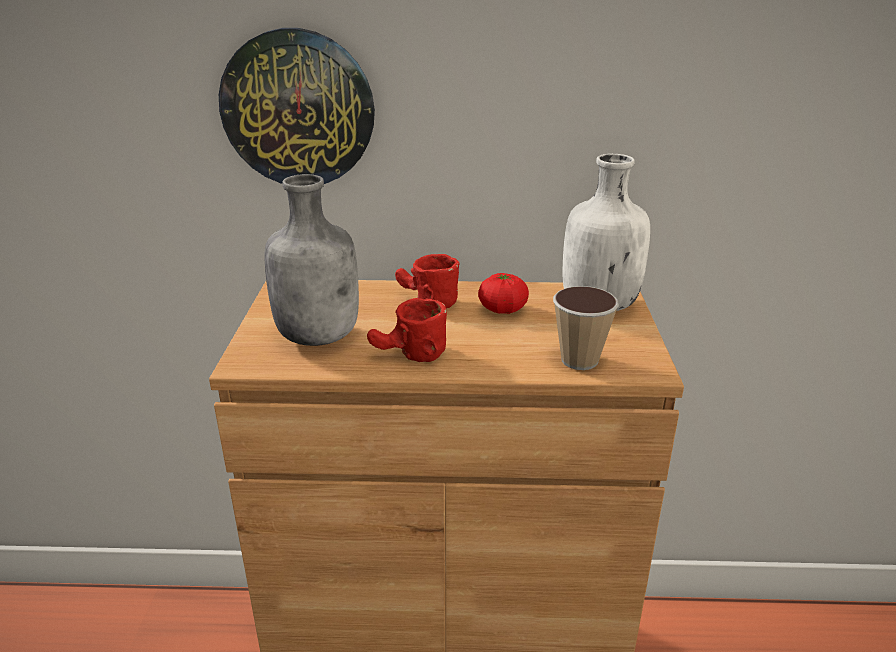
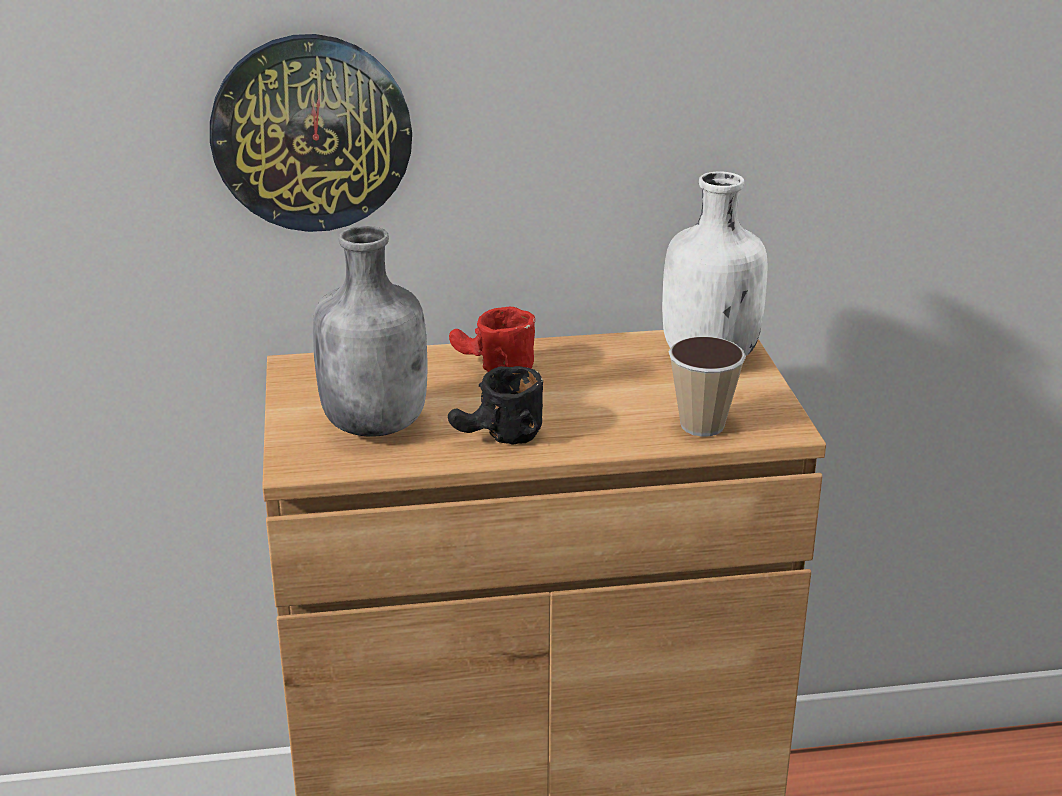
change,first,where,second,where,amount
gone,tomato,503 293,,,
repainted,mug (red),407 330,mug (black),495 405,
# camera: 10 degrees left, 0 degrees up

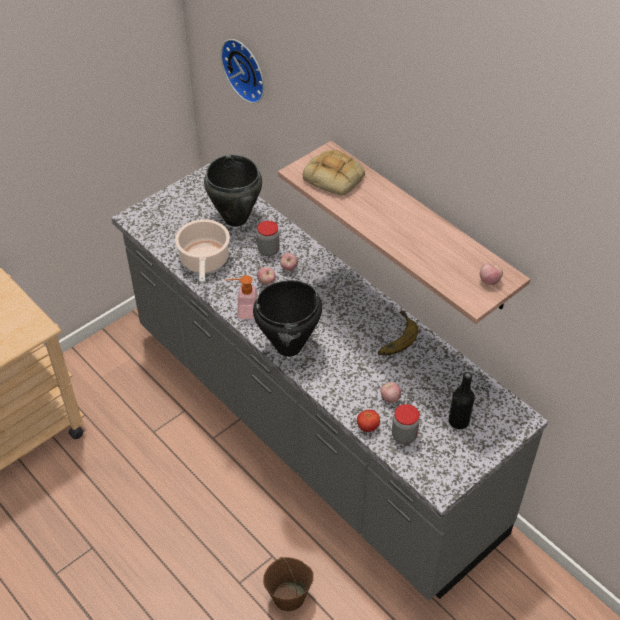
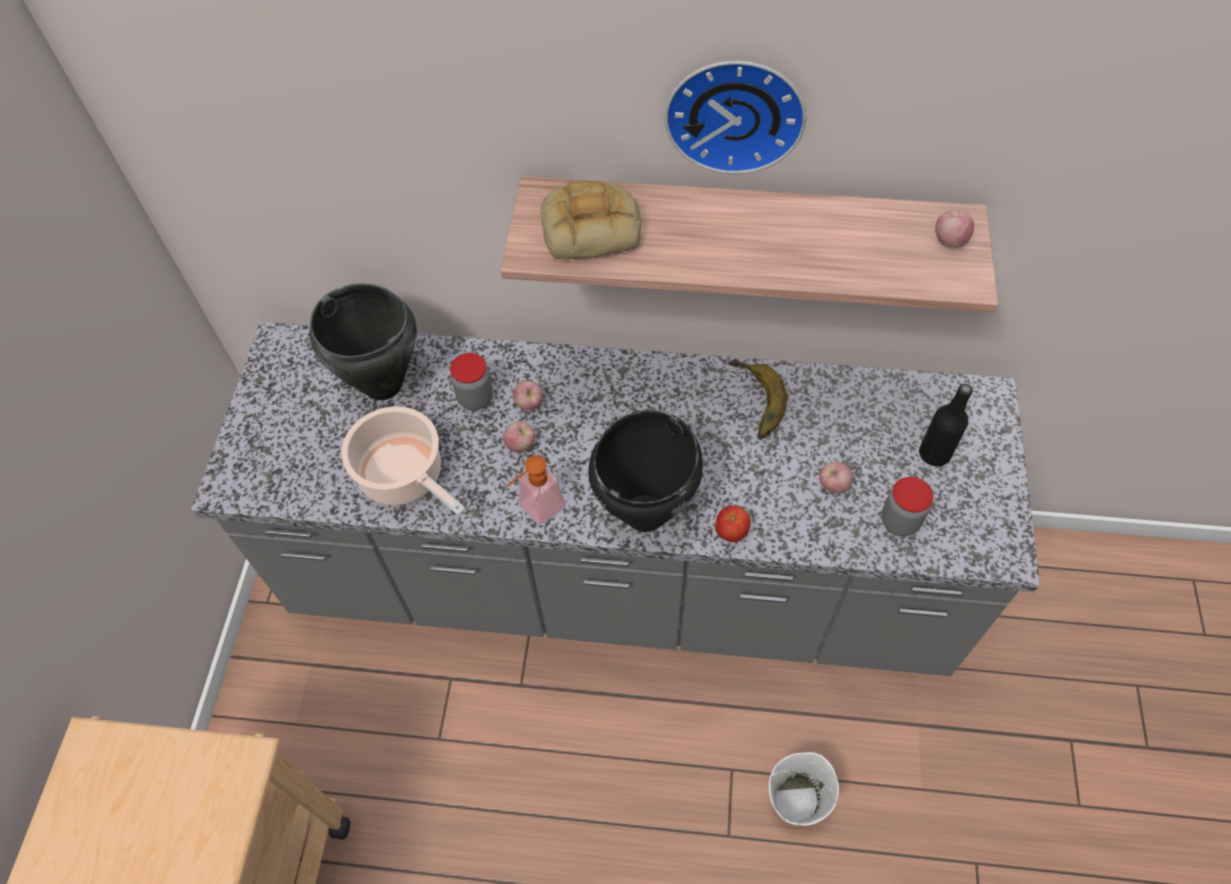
change,first,where,second,where,amount
shifted,wall clock,242 71,,735 117,
shifted,tomato,368 421,,733 523,
repainted,bucket (brown),288 584,bucket (white),803 789,
# camera: 40 degrees left, 10 degrees up

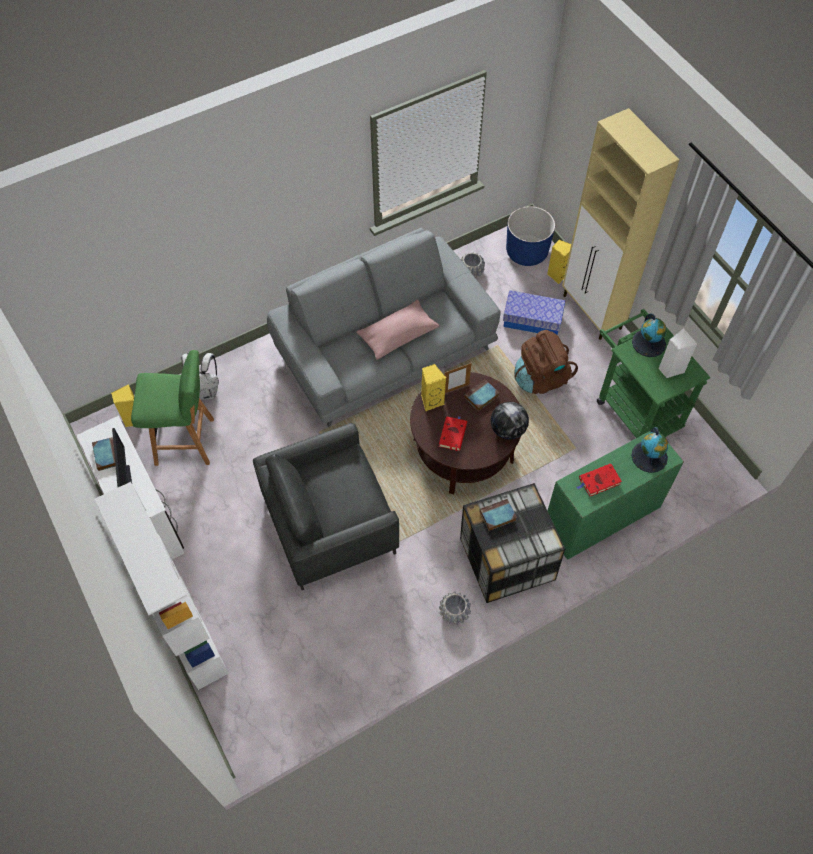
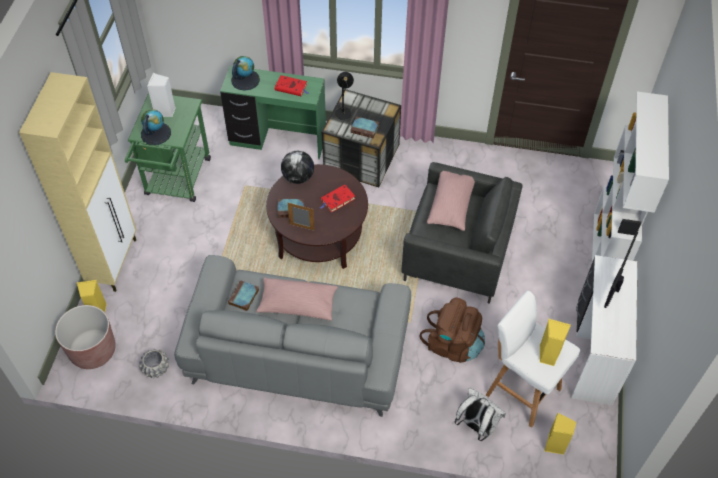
change,first,where,second,where,amount
gone,planter (grey),455 608,,,
gone,storage box,534 312,,,
new,,,table lamp (black),344 96,
new,,,pillow (pink),451 201,
shifted,book,104 454,,243 295,
shifted,speaker (yellow),433 387,,555 342,
shifted,backpack (brown),546 362,,452 330,
repainted,stool (green),172 408,stool (white),533 359,
repainted,planter (blue),530 236,planter (brown),85 337,
# camera: 140 degrees left, 5 degrees down

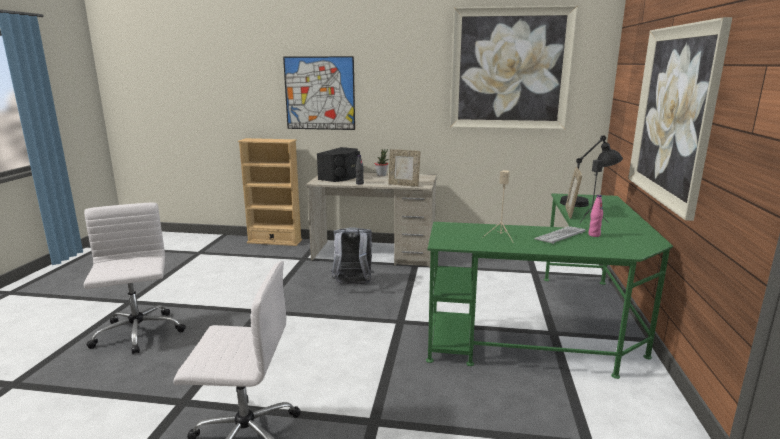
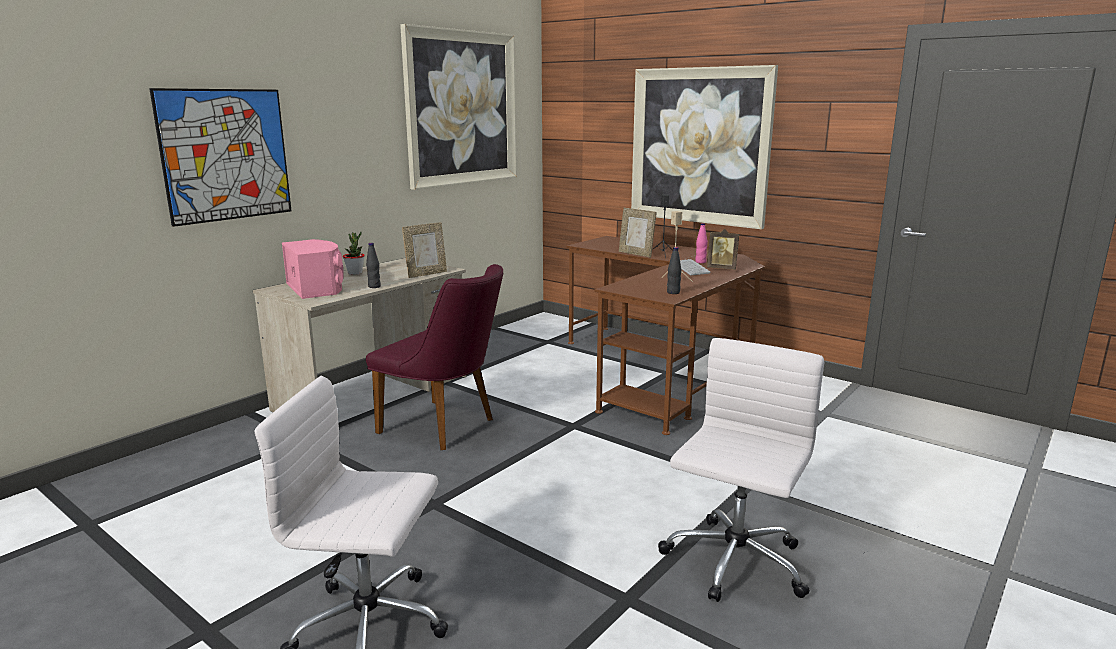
change,first,where,second,where,amount
gone,bookcase (beige),270 192,,,
gone,table lamp (black),591 171,,,
new,,,bottle (black),674 270,
new,,,picture frame,723 249,
swapped,backpack (grey),352 255,chair (purple),434 357,
repainted,speaker (black),338 164,speaker (pink),313 269,
repainted,desk (green),549 286,desk (brown),666 335,
# camera: 60 degrees left, 0 degrees up

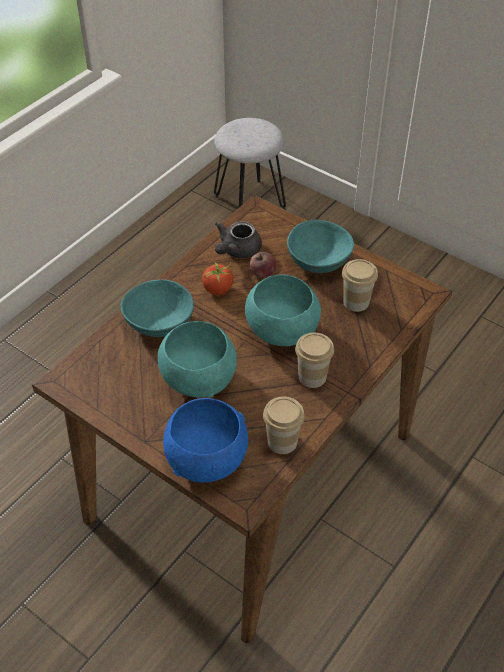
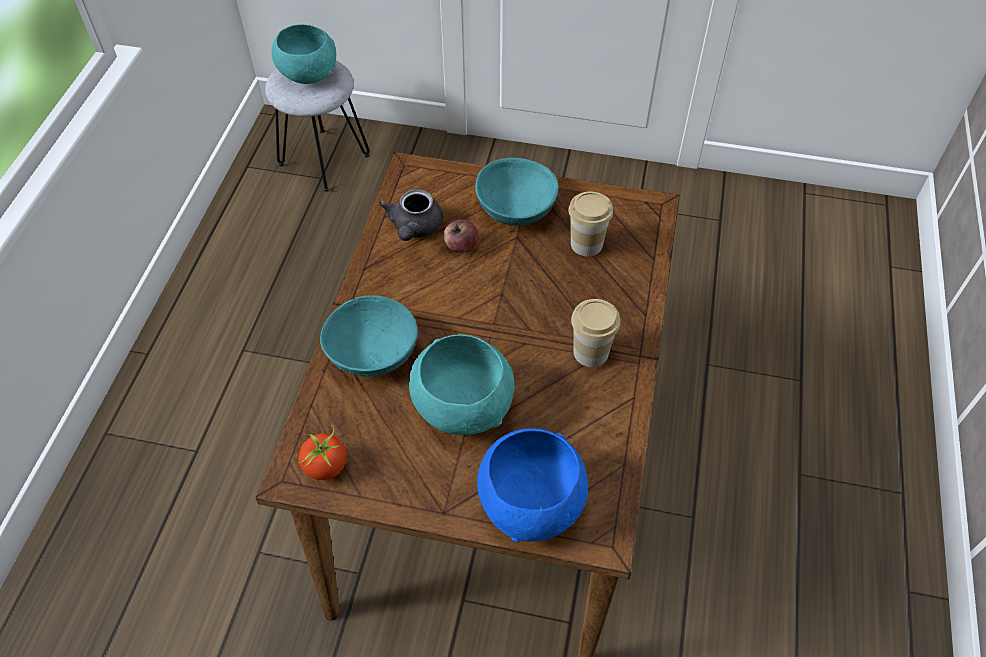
change,first,where,second,where,amount
gone,cup,283 425,,,
shifted,tomato,218 278,,322 452,
shifted,bowl (turquoise),283 310,,304 54,
# camera: 25 degrees left, 5 degrees up

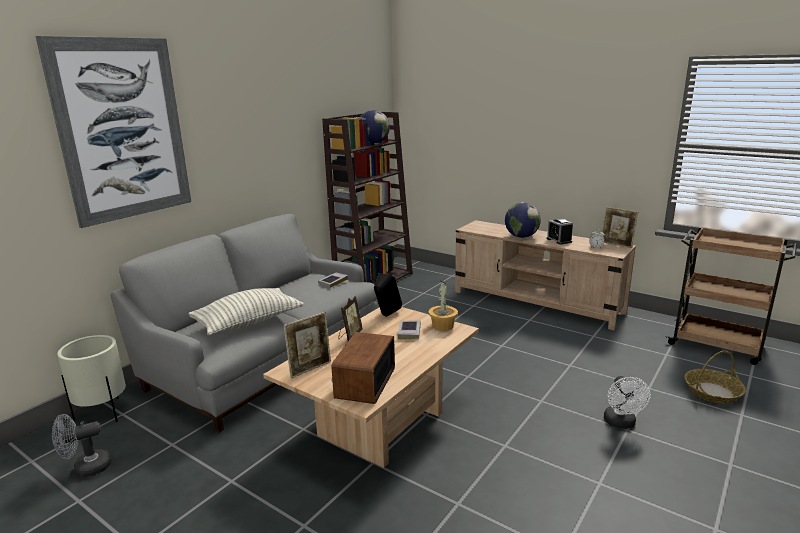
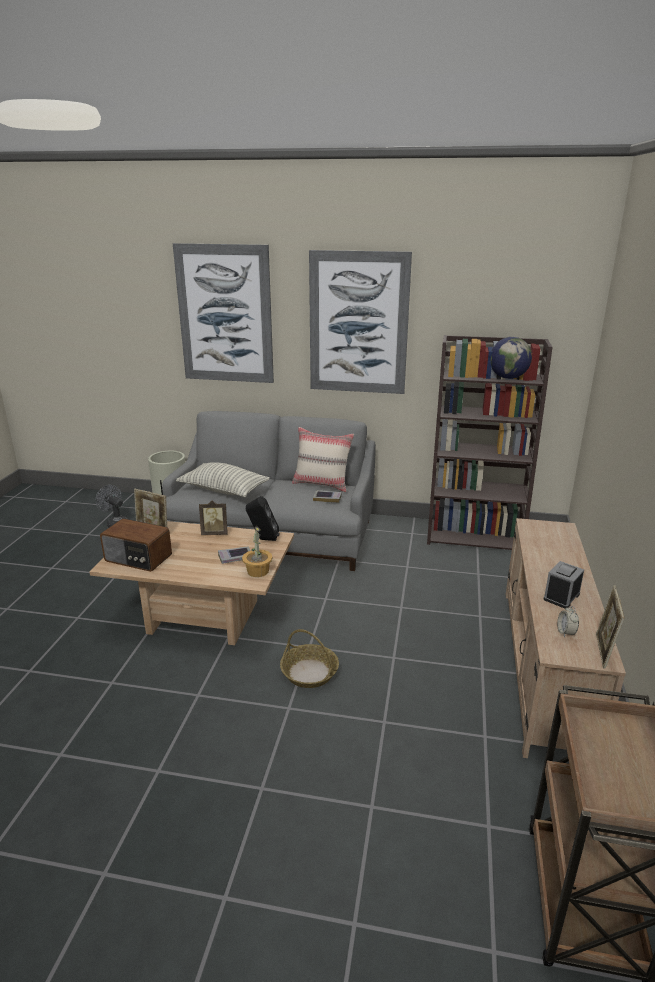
change,first,where,second,where,amount
gone,globe,523 220,,,
gone,fan (white),627 402,,,
new,,,pillow (beige),323 459,
new,,,picture,360 322,
shifted,basket,715 377,,309 658,
rotated,radio,363 368,,136 545,150 degrees counterclockwise
# camera: 65 degrees right, 5 degrees up

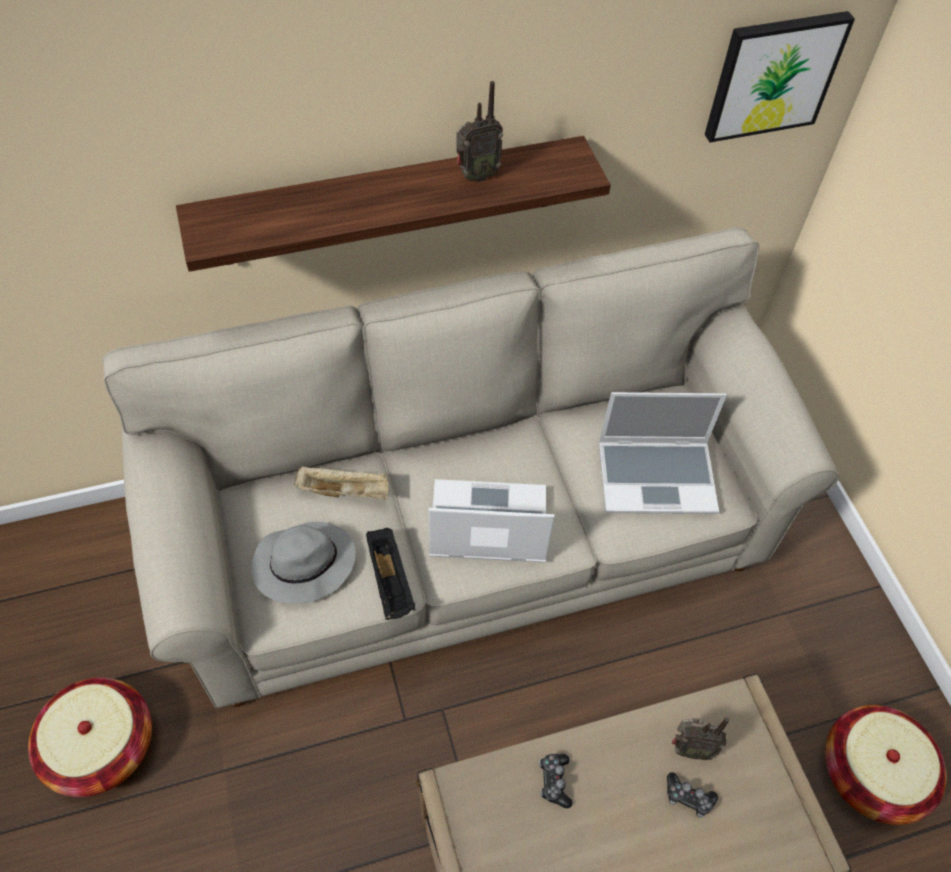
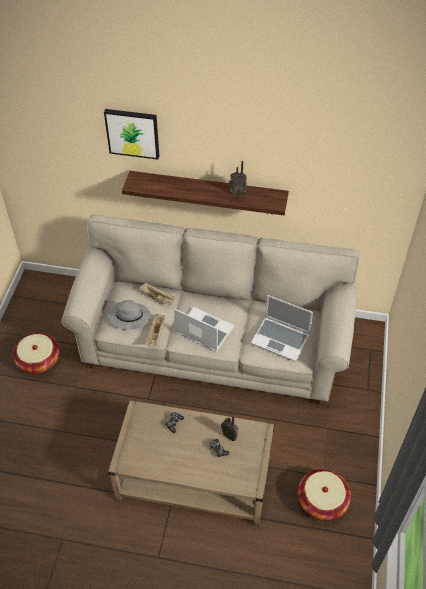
change,first,where,second,where,amount
shifted,picture,779 76,,131 134,
repainted,tray (black),390 574,tray (beige),155 330,
# camera: 30 degrees right, 5 degrees down

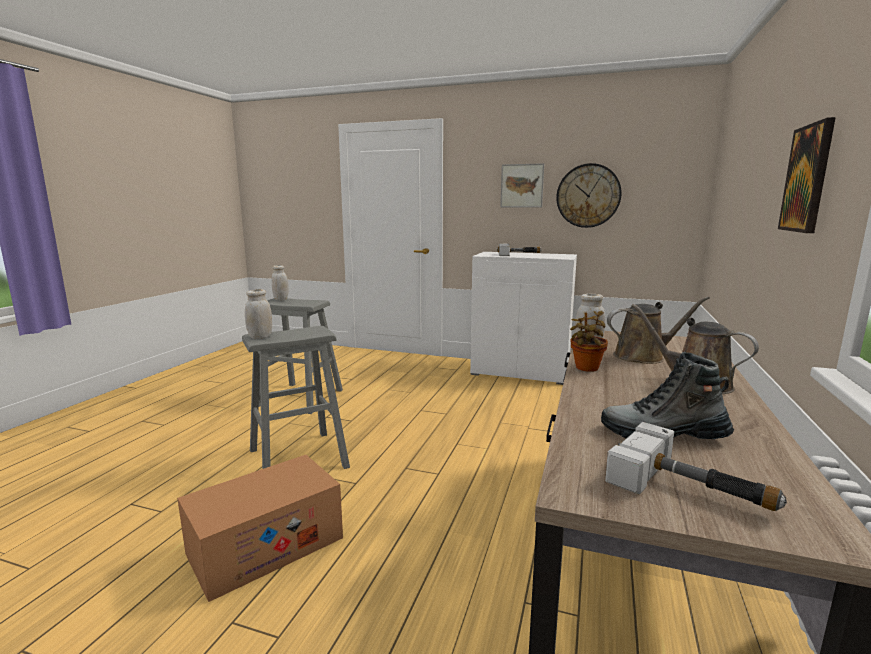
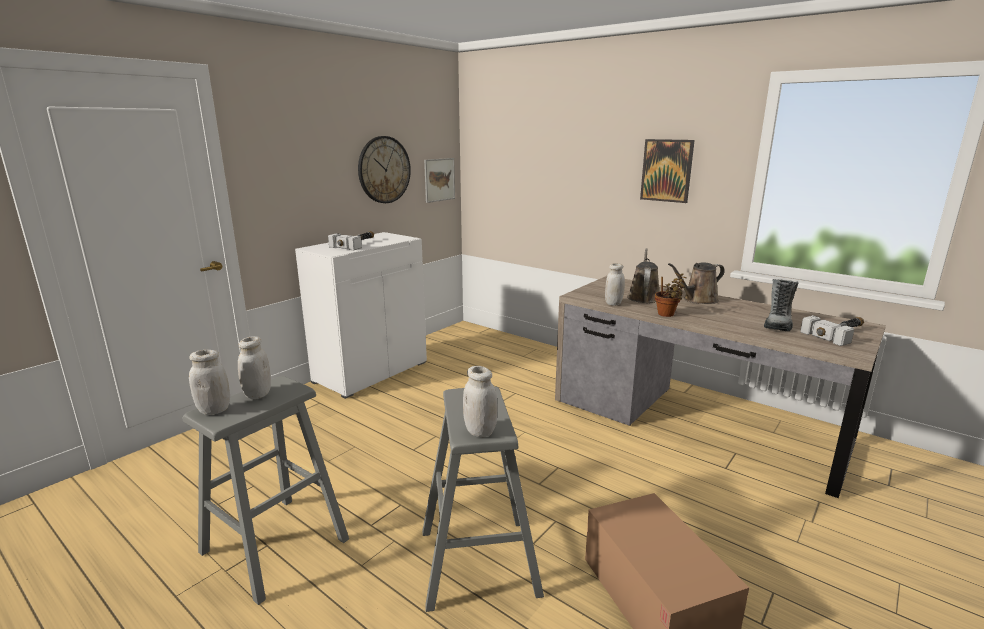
change,first,where,second,where,amount
new,,,jar (white),254 367,
shifted,picture,522 185,,439 180,
# camera: 70 degrees left, 5 degrees up

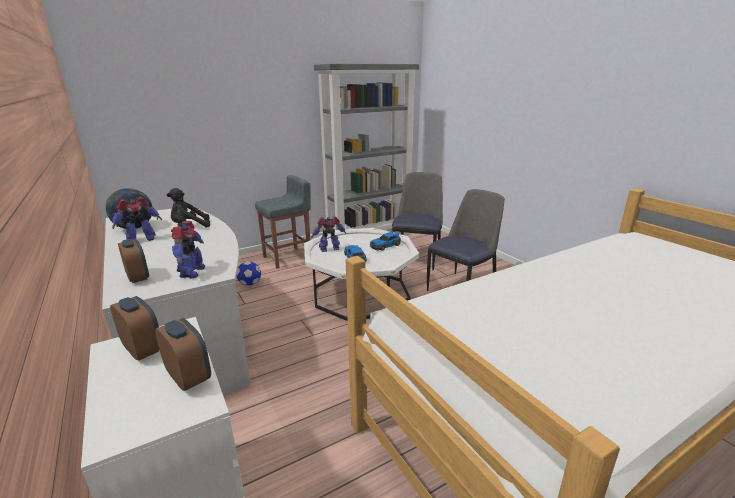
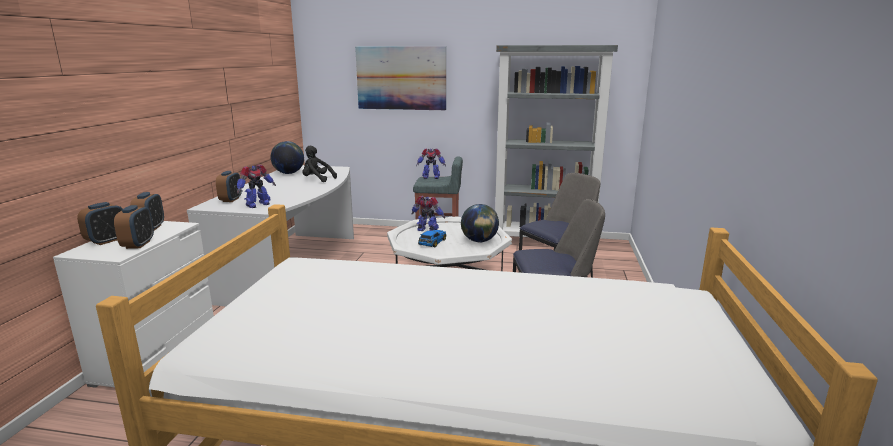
change,first,where,second,where,amount
gone,football,248 273,,,
new,,,alarm clock,100 223,
new,,,picture,400 78,
shifted,toy robot,137 219,,431 163,
swapped,toy car,385 241,globe,480 223,
# camera: 40 degrees right, 5 degrees down

